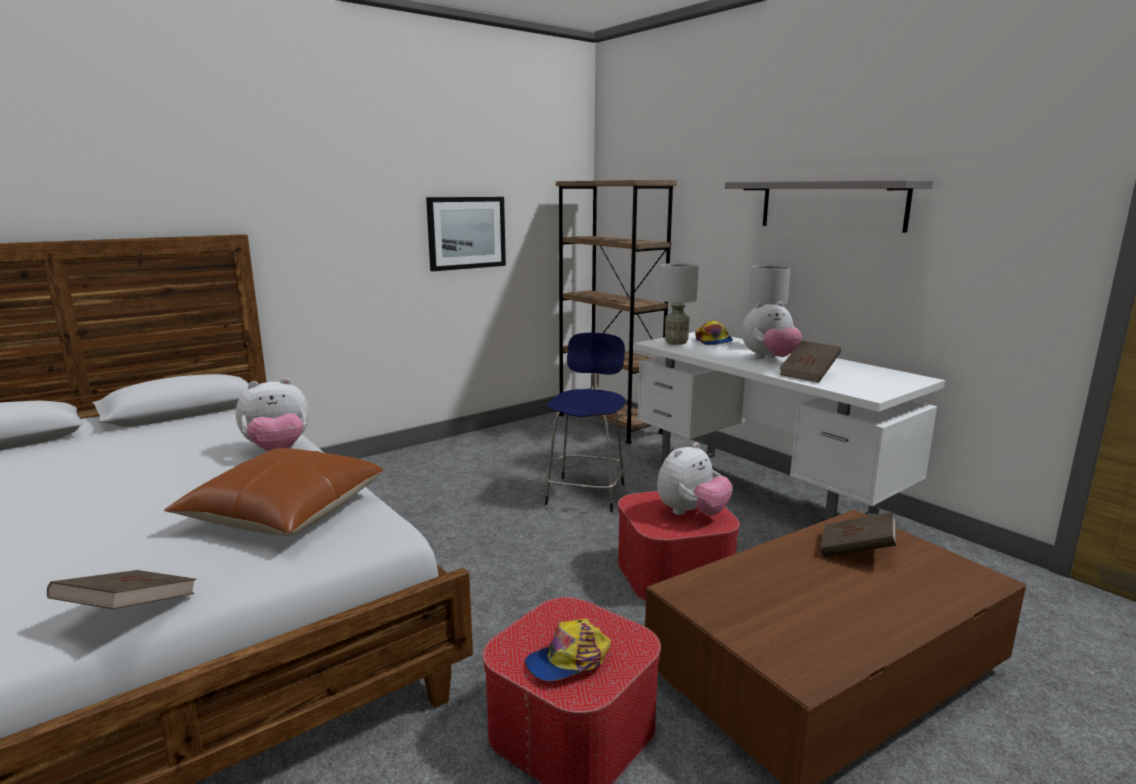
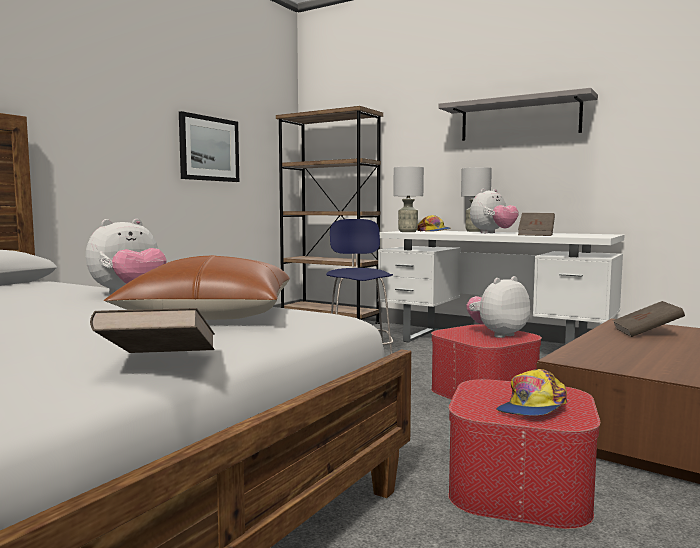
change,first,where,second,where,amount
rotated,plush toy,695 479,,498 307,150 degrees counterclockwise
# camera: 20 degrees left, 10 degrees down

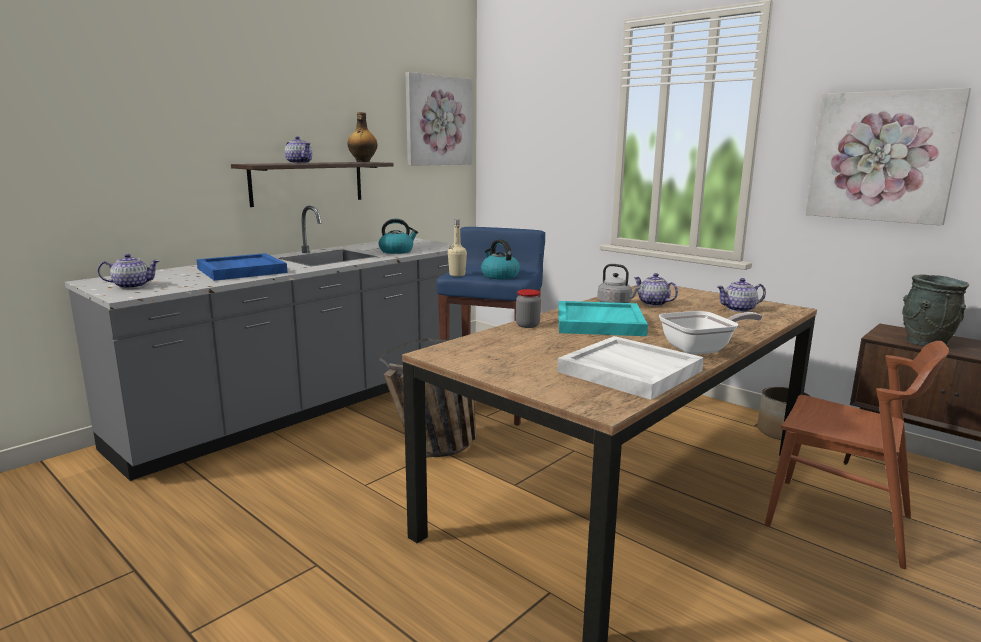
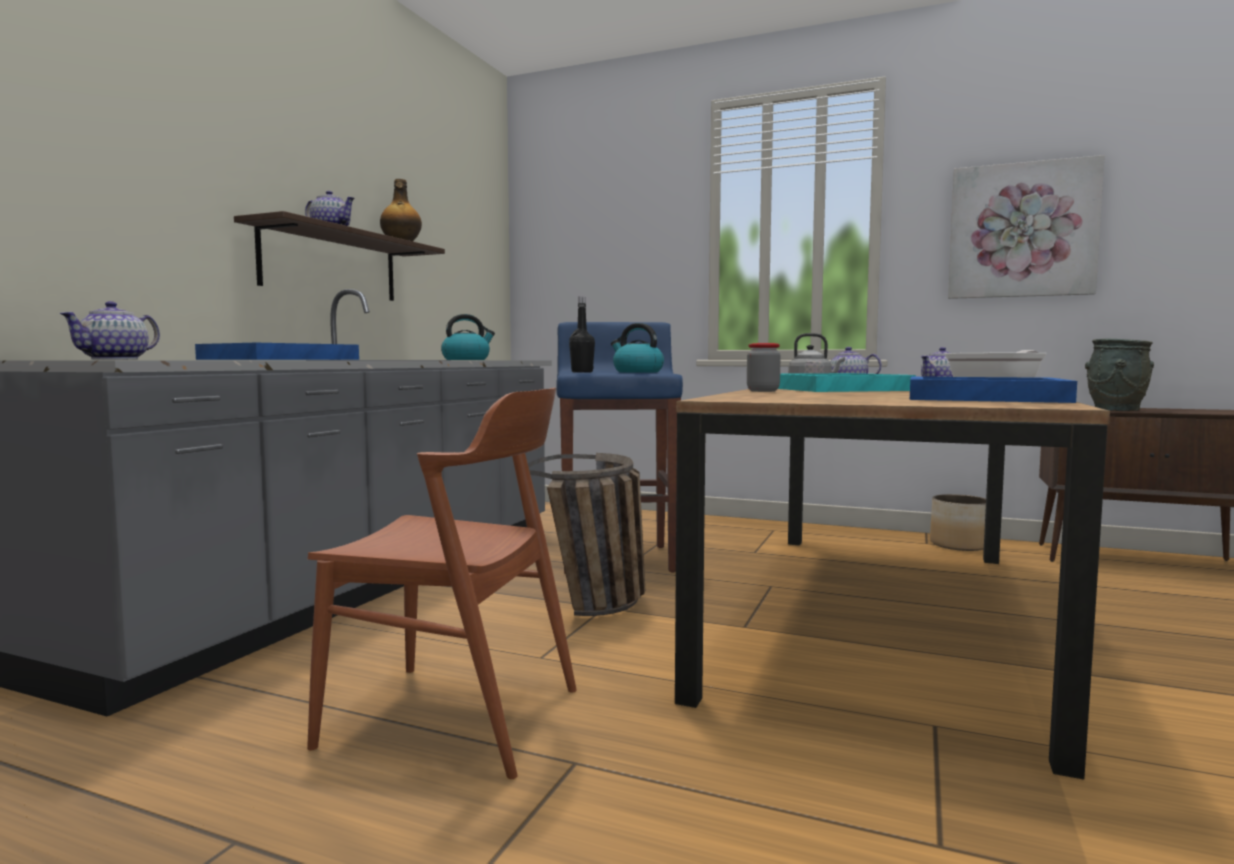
change,first,where,second,where,amount
gone,picture,439 119,,,
shifted,chair (brown),857 455,,442 583,
repainted,bottle (beige),457 247,bottle (black),582 335,
repainted,tray (white),630 368,tray (blue),993 390,
rotated,teapot,129 271,,109 330,150 degrees clockwise
# camera: 20 degrees left, 10 degrees down

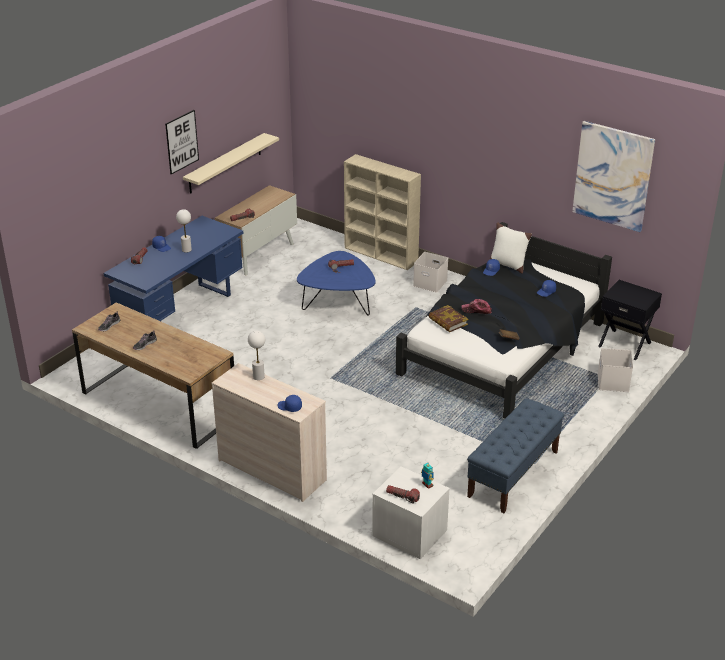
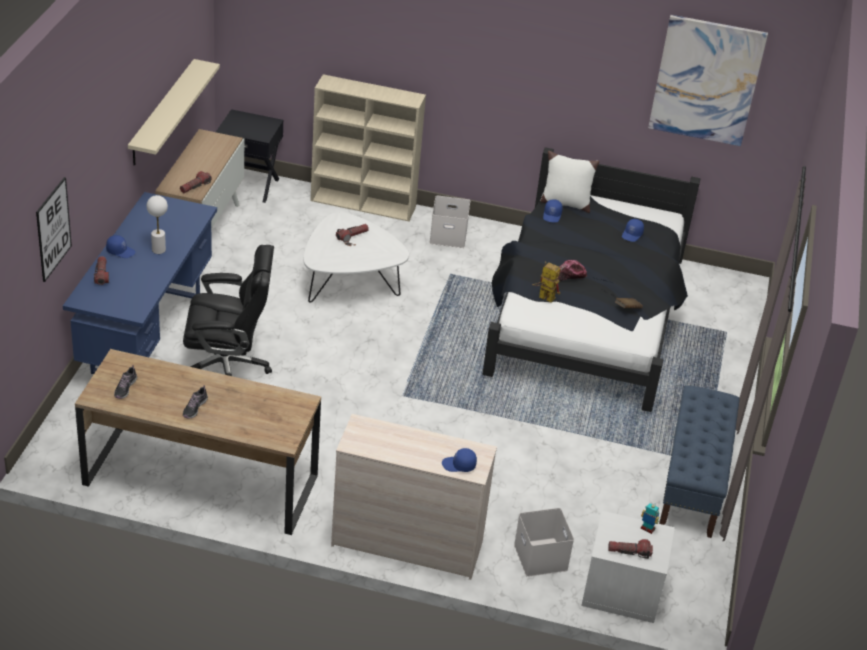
change,first,where,second,where,amount
gone,table lamp (white),256 355,,,
new,,,office chair (black),228 310,
shifted,picture,182 142,,54 229,
shifted,nightstand (black),630 320,,250 156,
shifted,storage box (white),615 370,,544 542,
swapped,book,448 318,toy robot,546 282,
repainted,coffee table (blue),336 283,coffee table (white),356 257,
# camera: 25 degrees left, 5 degrees up

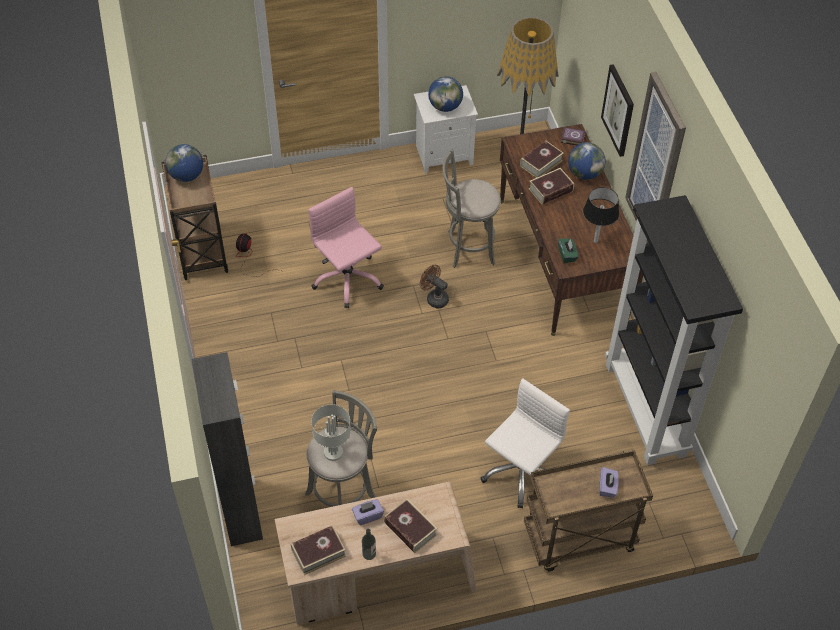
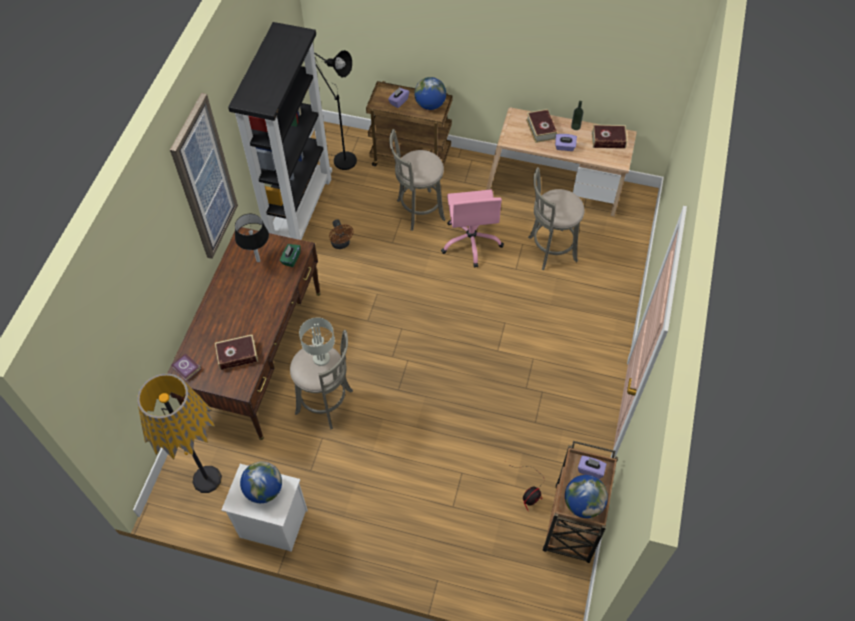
change,first,where,second,where,amount
gone,cabinet (black),227 449,,,
gone,book,551 186,,,
gone,picture,617 110,,,
new,,,floor lamp (black),335 110,
new,,,tissue box (purple),592 467,
shifted,office chair (pink),346 247,,472 229,
shifted,table lamp (grey),331 432,,317 341,
shifted,fan (brown),434 286,,341 234,
shifted,globe,586 161,,430 93,
swapped,office chair (white),525 443,stool (grey),417 180,
# camera: 150 degrees left, 5 degrees up

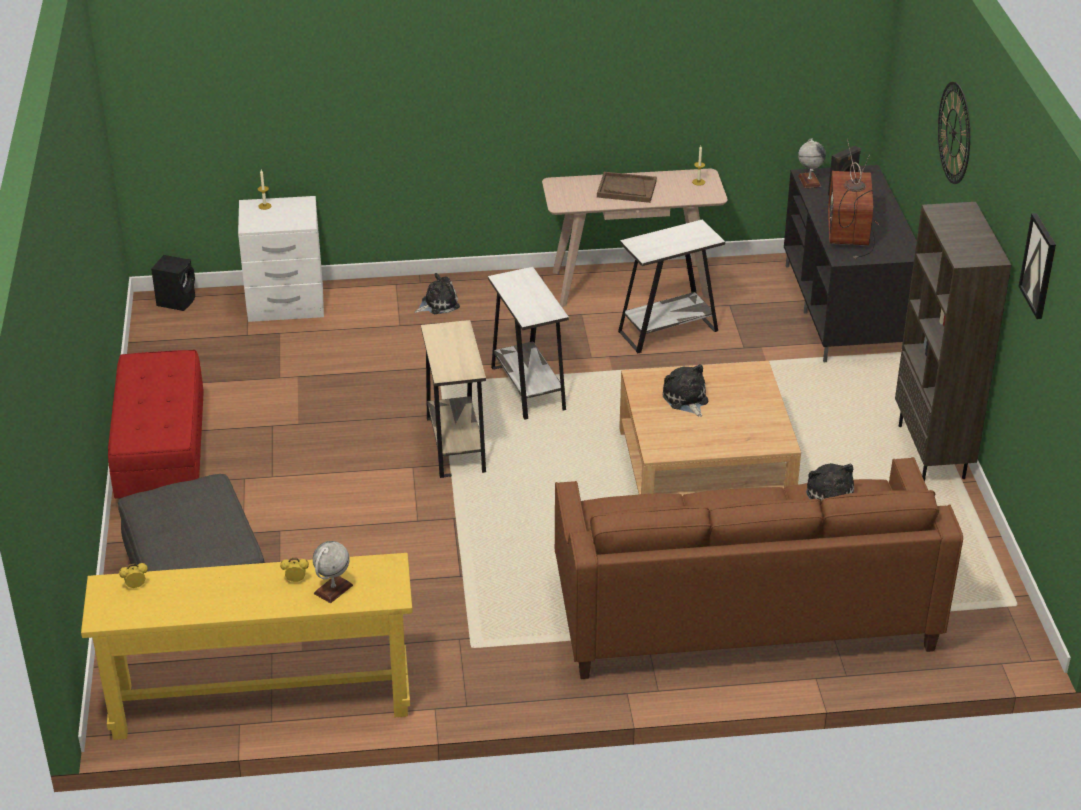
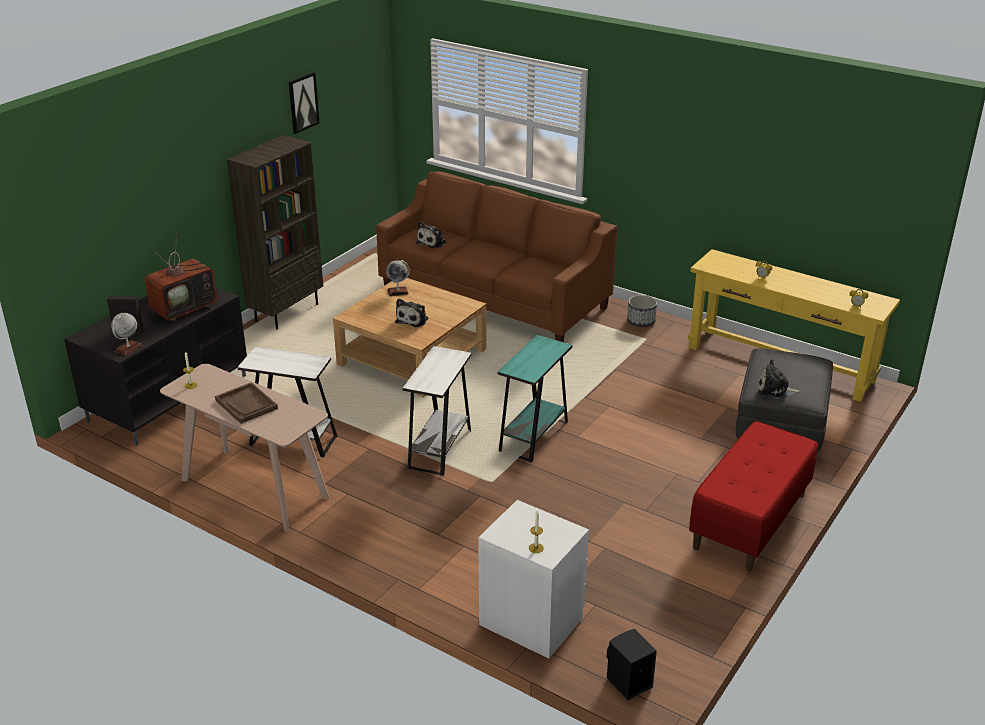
change,first,where,second,where,amount
gone,wall clock,954 133,,,
new,,,planter,642 311,
shifted,globe,333 572,,398 278,
shifted,plush toy,437 293,,779 379,
repainted,side table (beige),453 399,side table (turquoise),535 398,
# camera: 140 degrees left, 5 degrees down

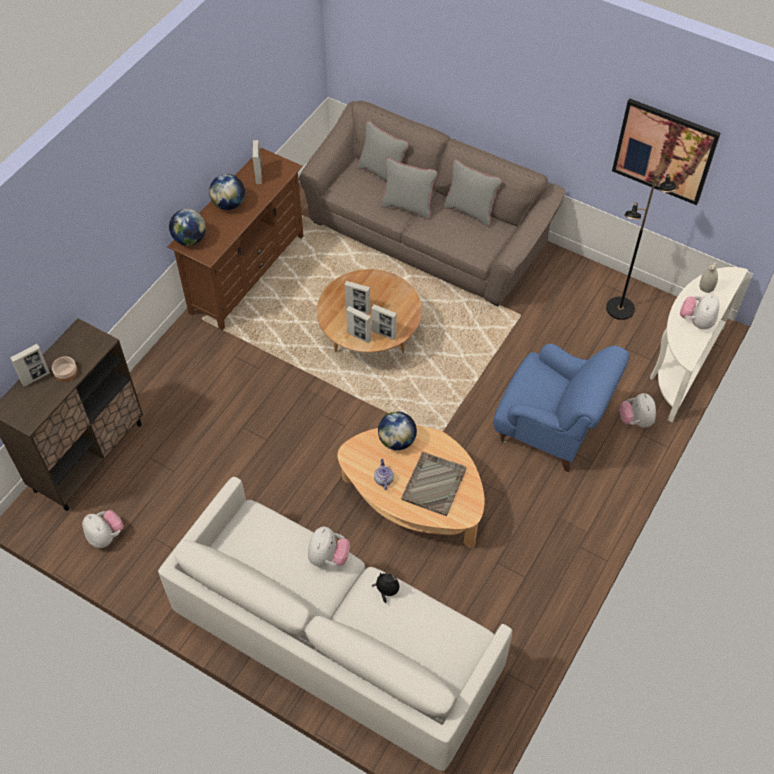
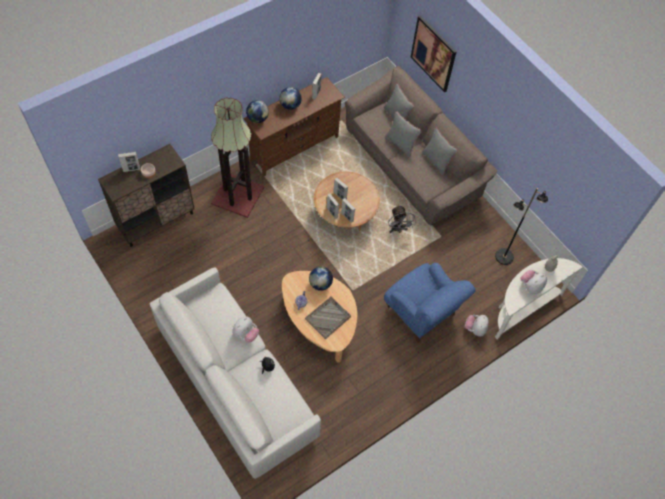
change,first,where,second,where,amount
gone,plush toy,103 529,,,
new,,,floor lamp,237 158,
new,,,fan (grey),402 219,
shifted,picture,666 152,,434 53,
# camera: 20 degrees right, 5 degrees up

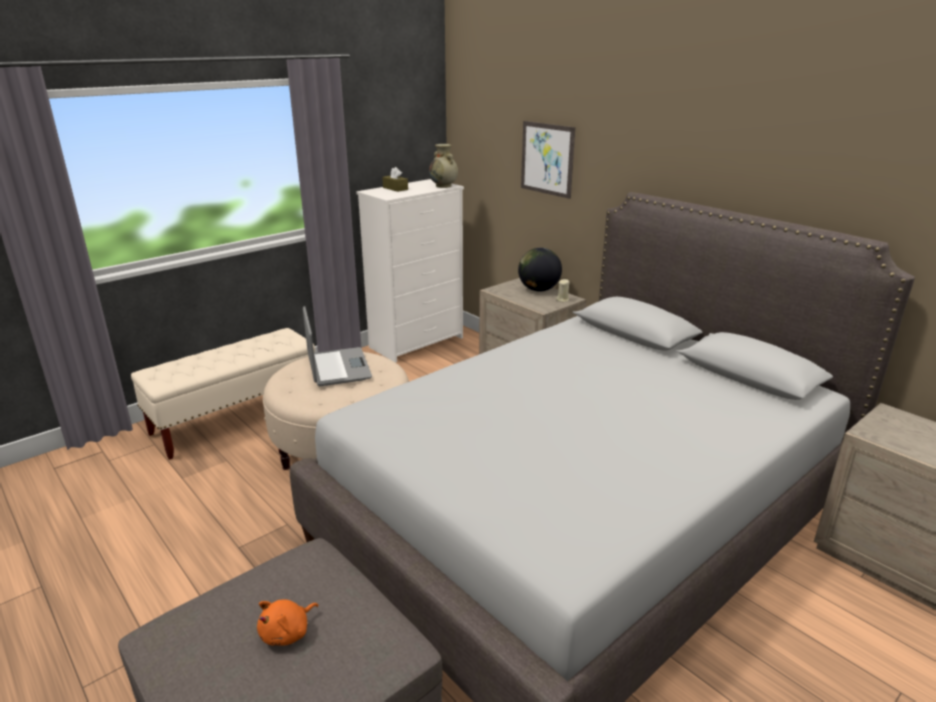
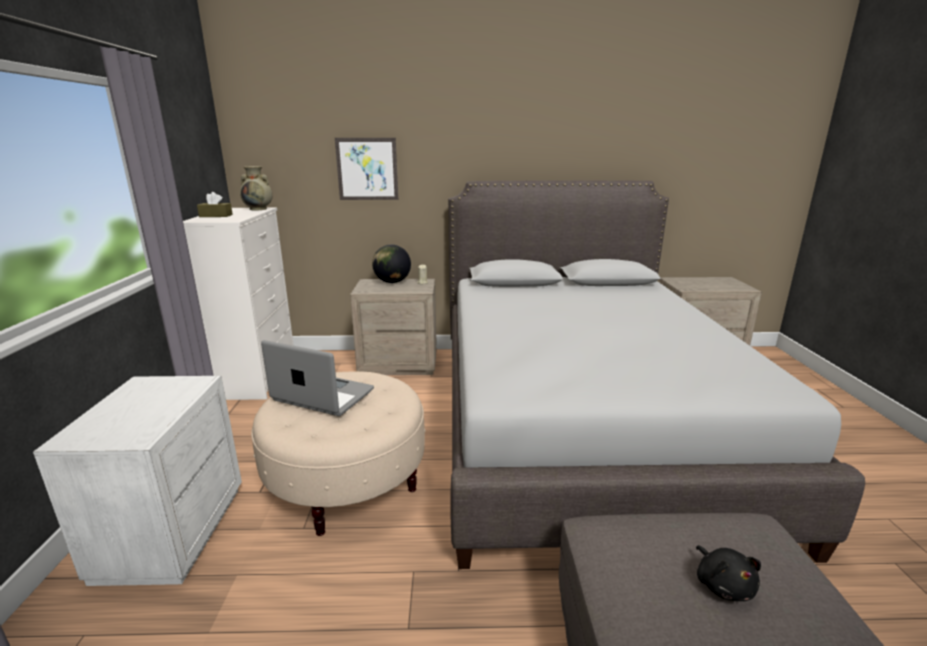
change,first,where,second,where,amount
swapped,bench (beige),223 394,nightstand (white),137 481,
repainted,plush toy (orange),287 622,plush toy (black),728 573,
# camera: 50 degrees left, 5 degrees down

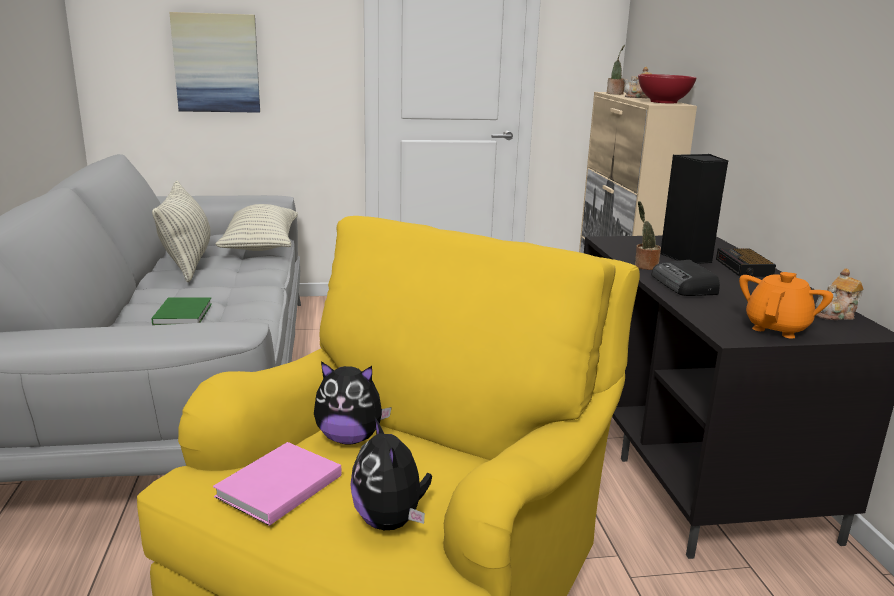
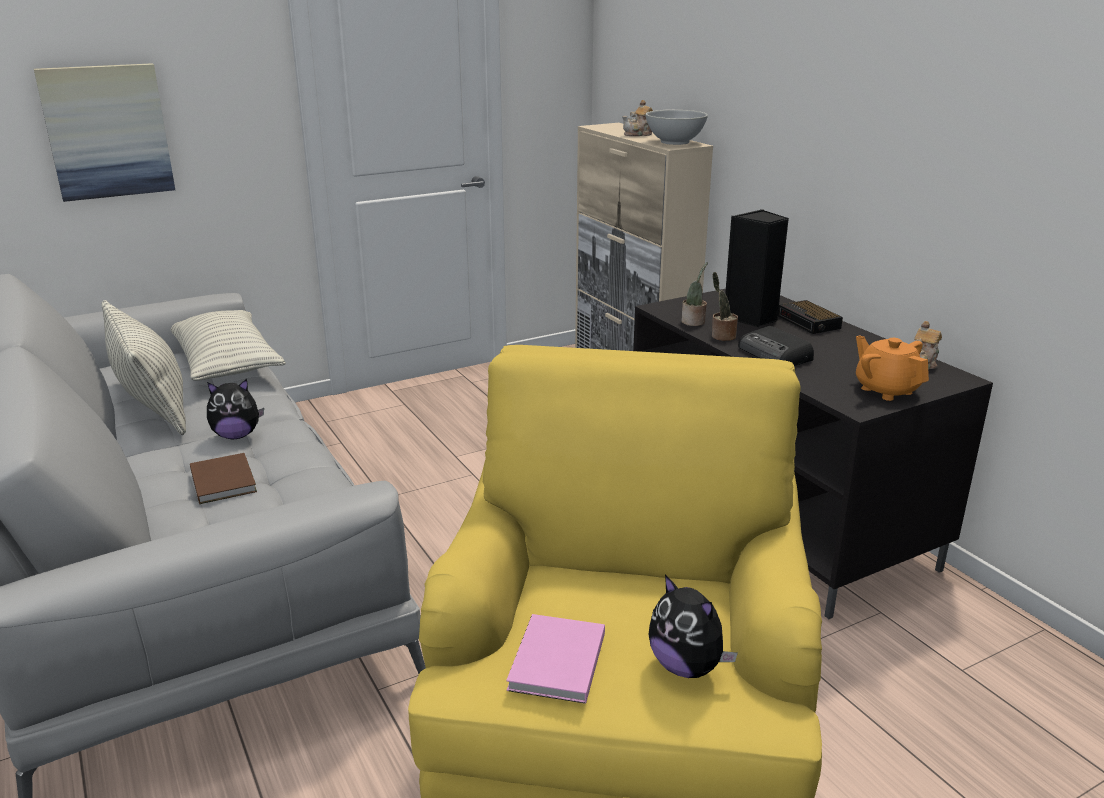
change,first,where,second,where,amount
shifted,plush toy,353 403,,235 409,
shifted,potted plant,616 70,,694 294,
repainted,book (green),182 311,book (brown),223 478,
repainted,bowl (red),667 88,bowl (white),677 127,
rotated,teapot (orange),786 305,,892 368,45 degrees counterclockwise
# camera: 20 degrees left, 5 degrees up

